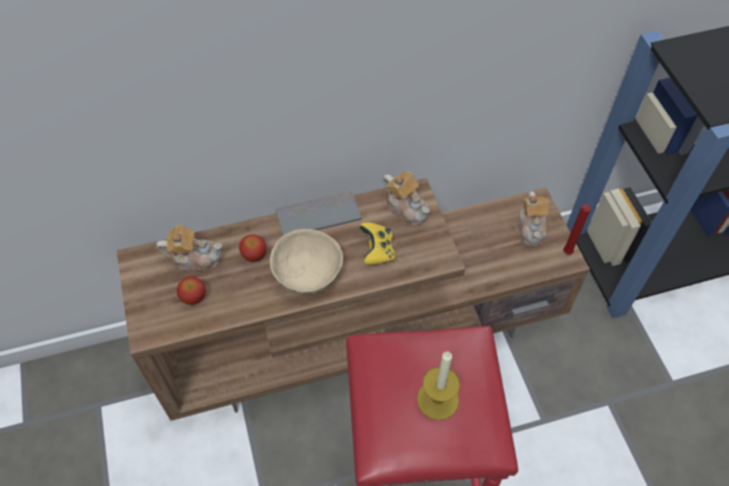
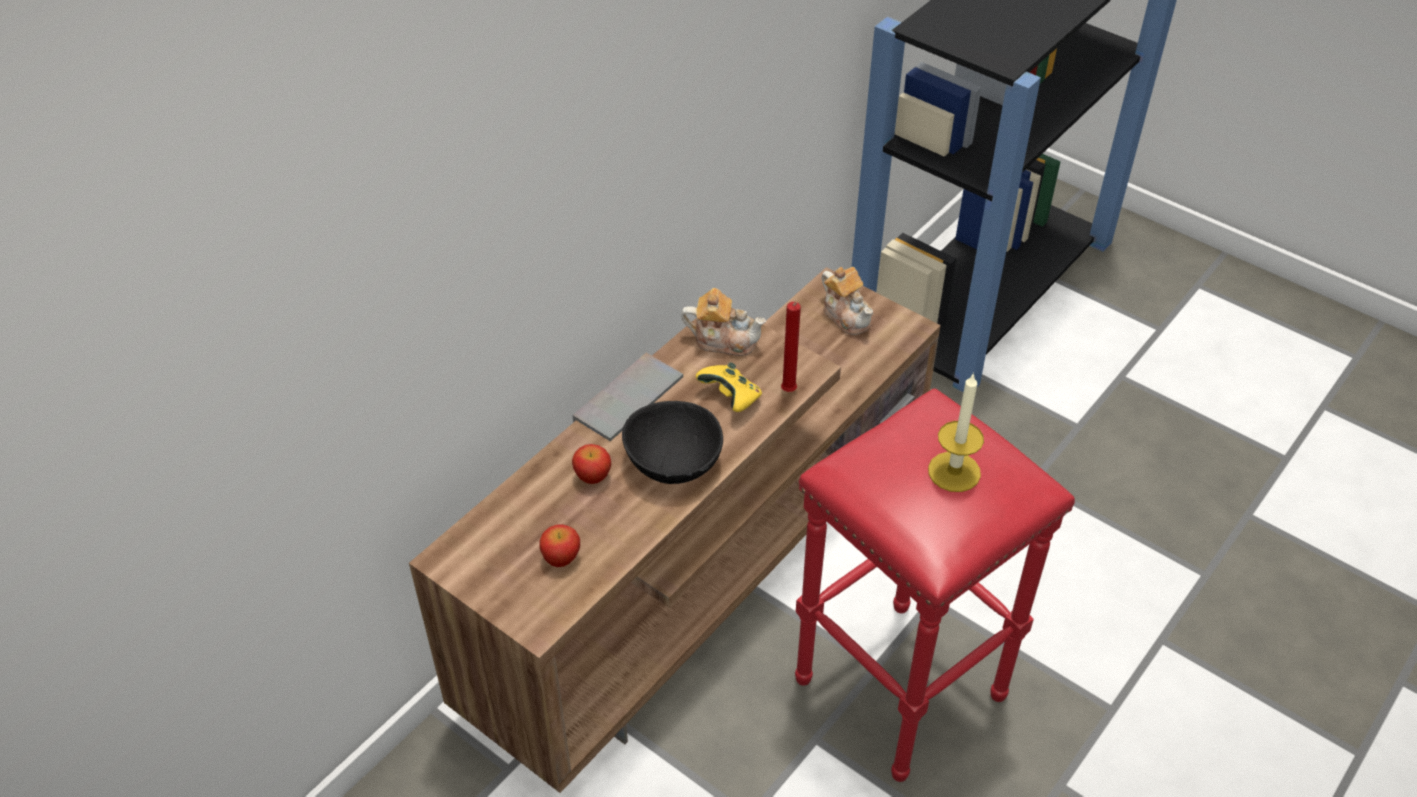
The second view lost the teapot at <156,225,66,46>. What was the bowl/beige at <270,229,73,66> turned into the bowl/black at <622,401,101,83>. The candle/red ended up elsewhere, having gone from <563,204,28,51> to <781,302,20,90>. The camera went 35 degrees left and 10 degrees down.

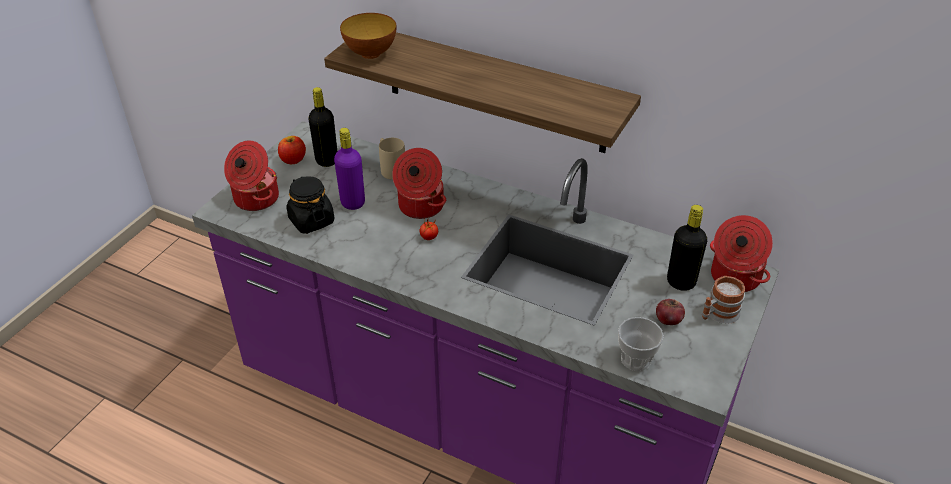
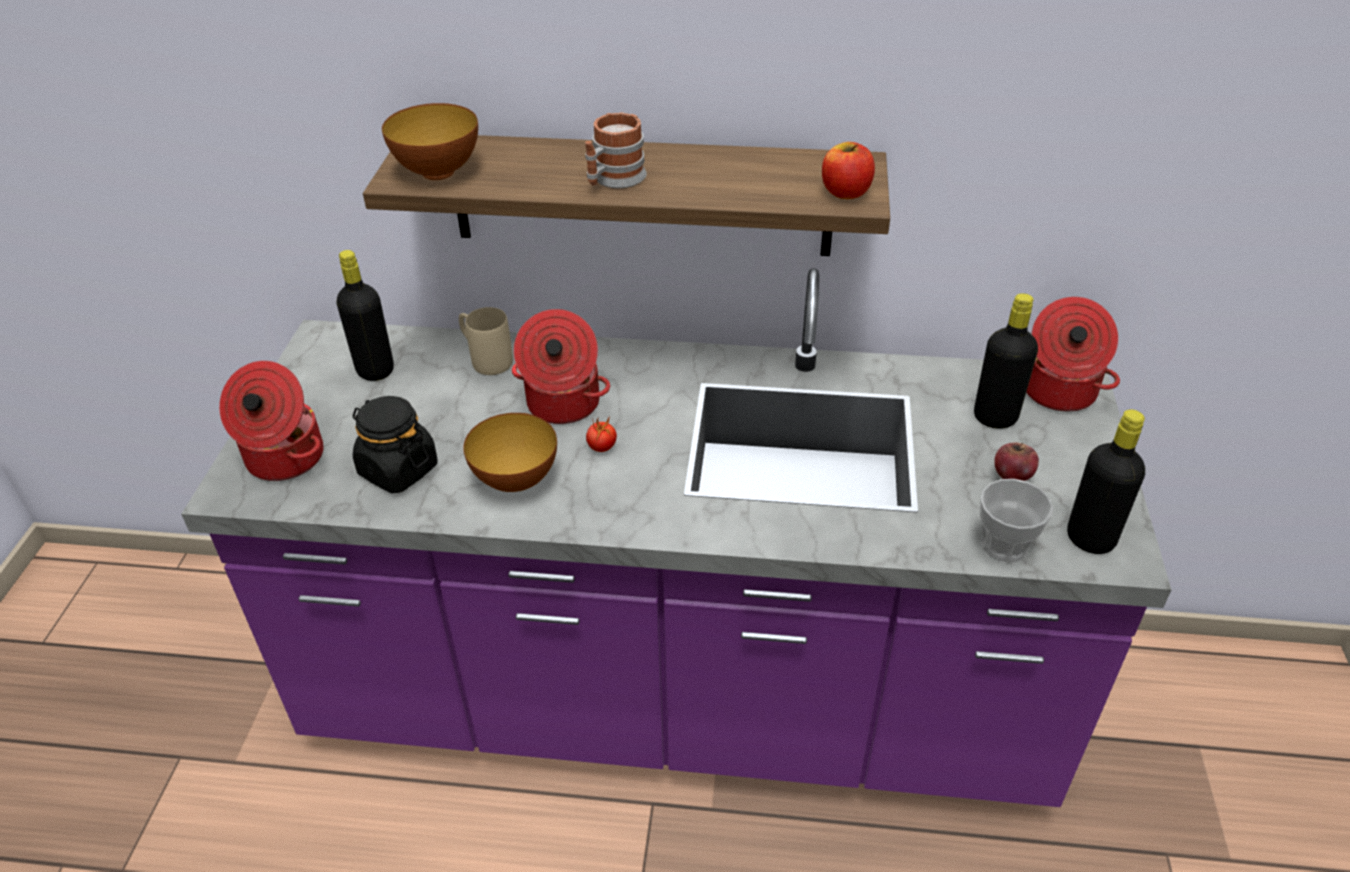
The apple ended up elsewhere, having gone from <278,136,28,28> to <822,142,53,57>. The second view lost the bottle/purple at <334,128,31,82>. The mug ended up elsewhere, having gone from <702,276,43,48> to <585,112,62,76>. The second view gained the bowl at <463,413,94,79>. The second view gained the bottle/black at <1067,409,78,145>. The camera went 20 degrees left and 0 degrees up.

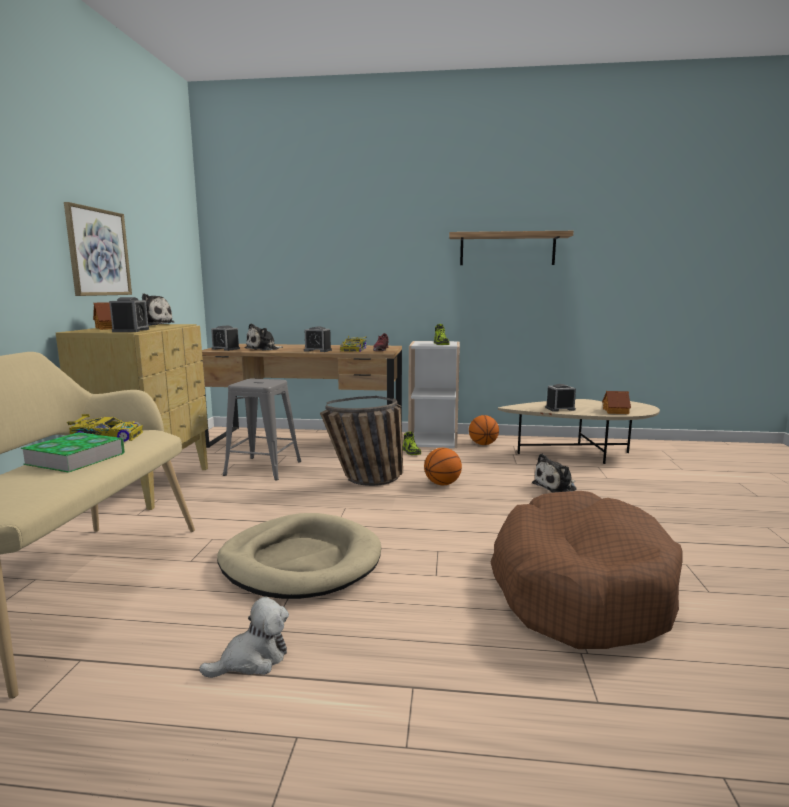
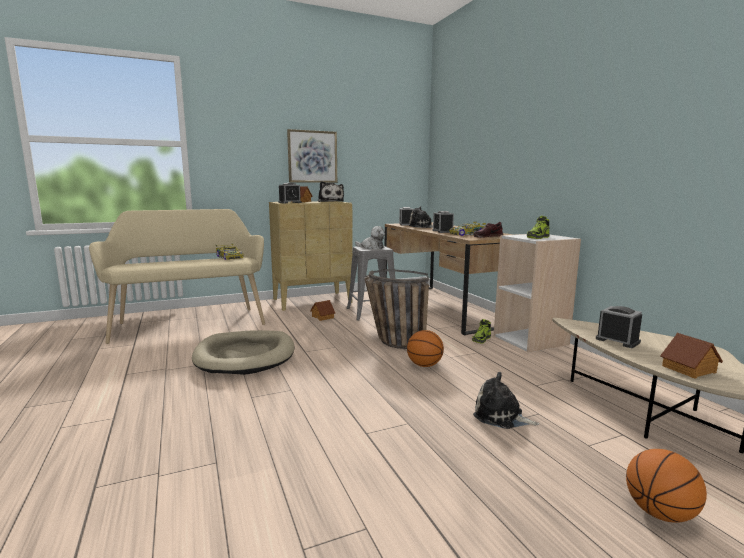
The second view lost the book at <21,432,104,41>. The plush toy ended up elsewhere, having gone from <199,597,90,81> to <355,226,30,23>. The second view lost the shelf at <449,231,124,34>. The basketball ended up elsewhere, having gone from <469,415,30,30> to <626,449,81,74>. The second view lost the dog bed/brown at <490,491,193,158>. The second view gained the toy house at <310,300,25,21>. The camera went 60 degrees right and 0 degrees up.

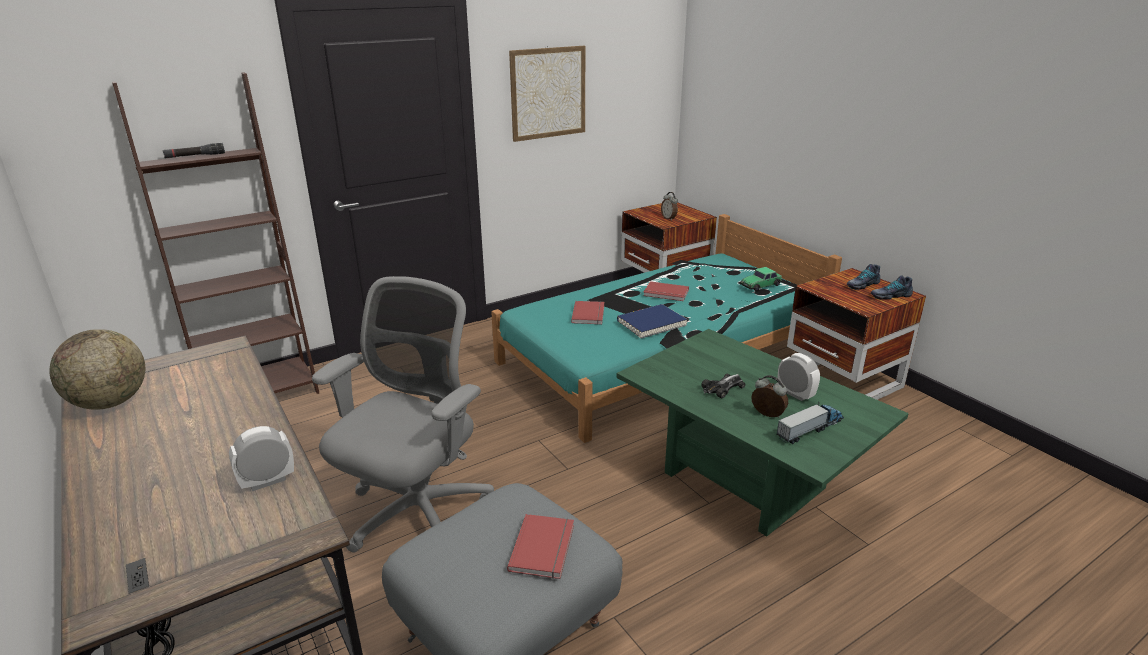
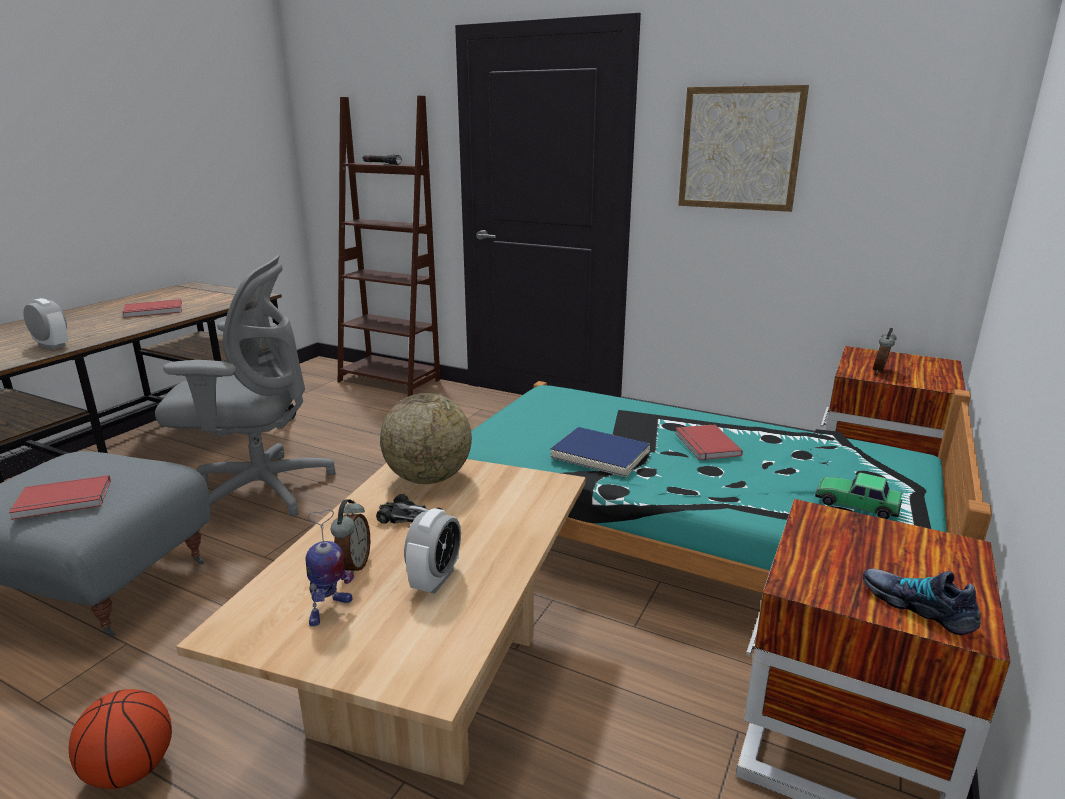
The globe ended up elsewhere, having gone from <49,329,96,81> to <380,393,92,91>. The book/red ended up elsewhere, having gone from <571,301,33,24> to <122,299,60,19>. What was the coffee table/green at <616,329,293,208> turned into the coffee table/beige at <176,459,410,326>. Where the toy truck stood at <777,402,67,42>, the toy robot came to stand at <305,509,49,118>. The second view lost the shoe at <847,264,33,26>. The second view gained the basketball at <69,689,103,100>. The camera went 60 degrees right and 5 degrees down.

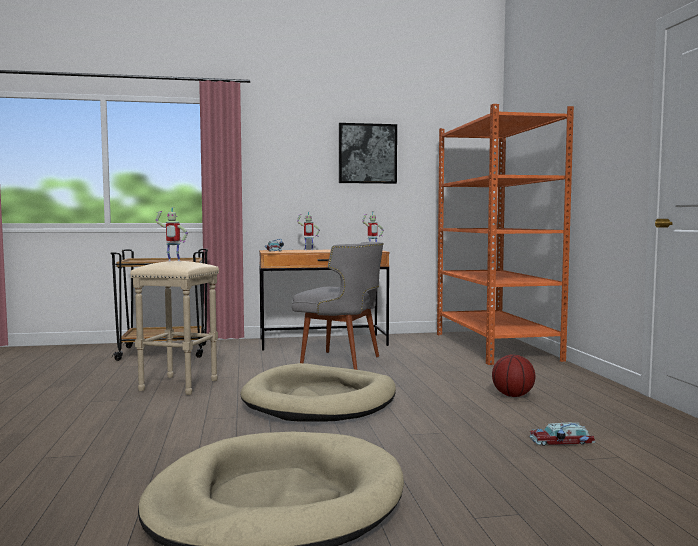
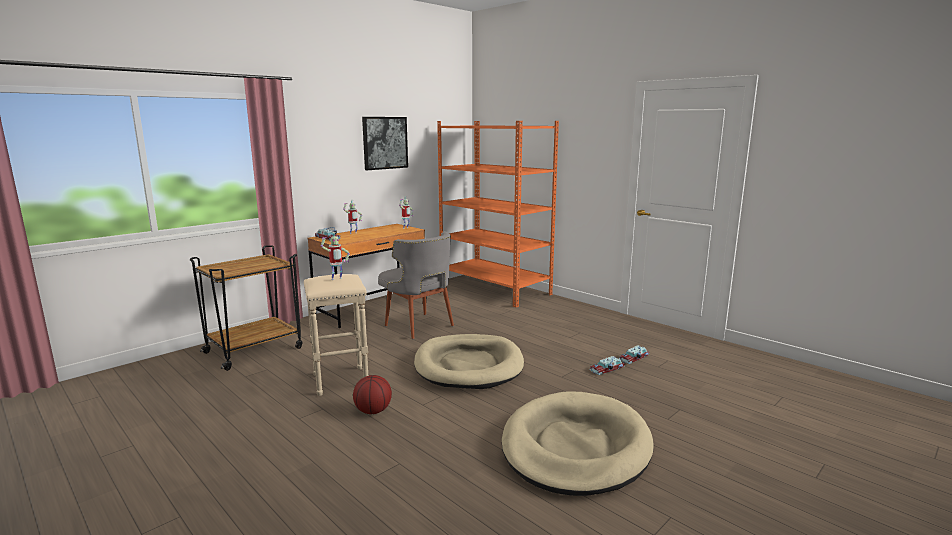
The chair/grey at <292,242,91,128> ended up facing another way, 60 degrees clockwise from before. The basketball ended up elsewhere, having gone from <492,354,43,43> to <353,375,39,39>. The second view gained the toy car at <589,356,36,19>. The camera went 35 degrees left and 10 degrees up.

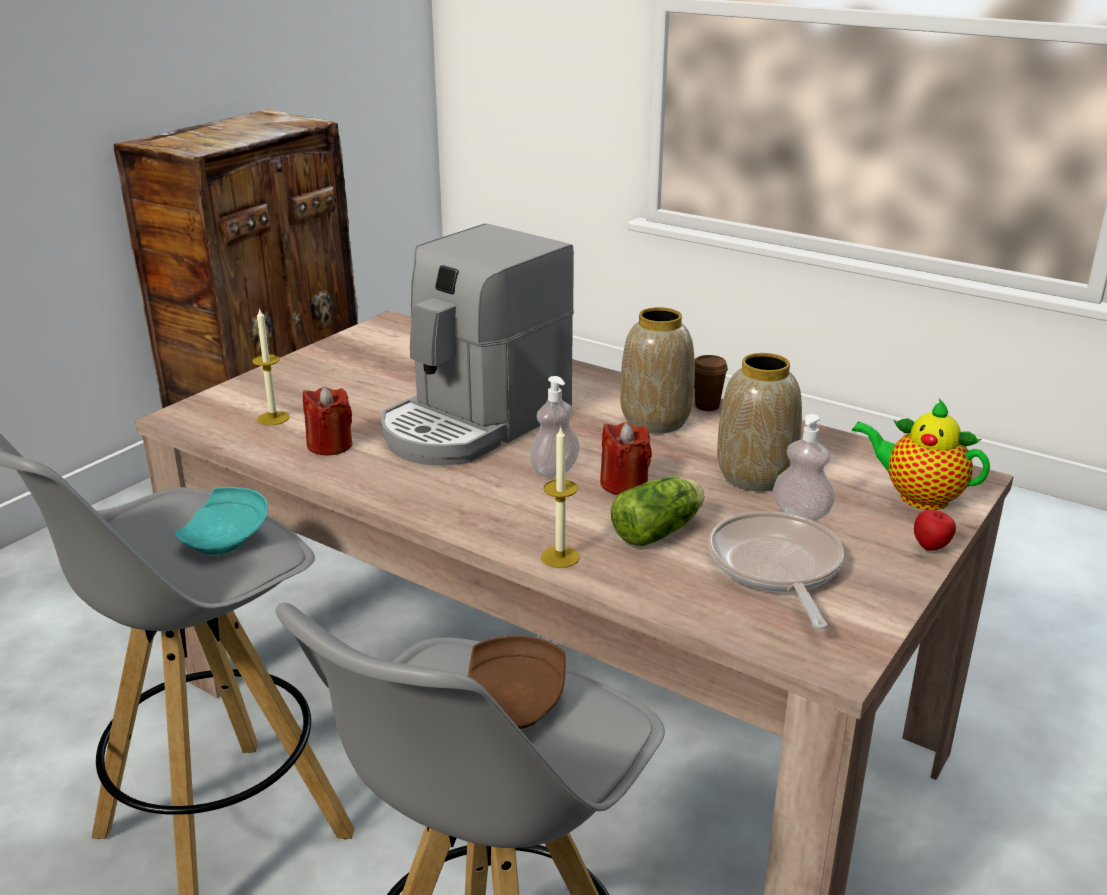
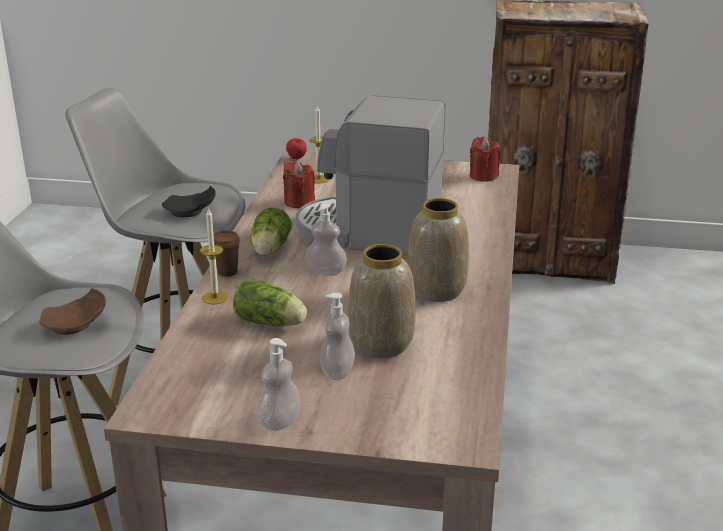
What was the plate/turquoise at <175,487,93,68> turned into the plate/black at <162,186,54,31>. The candle/red ended up elsewhere, having gone from <600,422,52,73> to <470,137,30,45>. The cup/brown ended up elsewhere, having gone from <694,355,34,56> to <213,230,27,47>. The second view lost the frying pan at <709,511,135,118>. The second view lost the teapot at <852,399,138,111>. The apple ended up elsewhere, having gone from <914,510,42,41> to <286,138,21,21>. The second view gained the lettuce at <250,207,42,49>. The second view gained the soap dispenser at <257,338,43,93>. The camera went 65 degrees right and 0 degrees up.

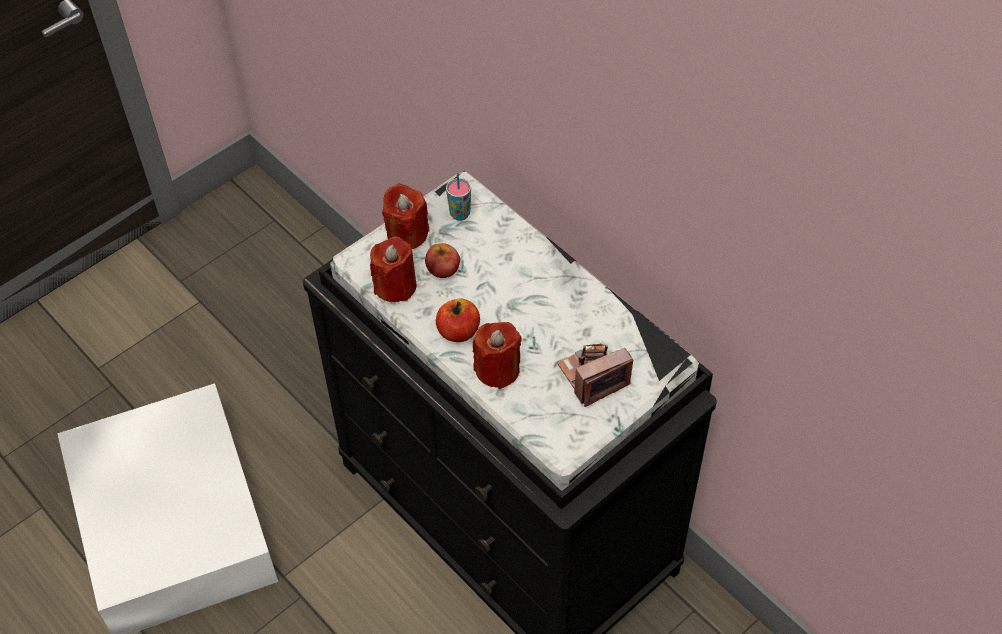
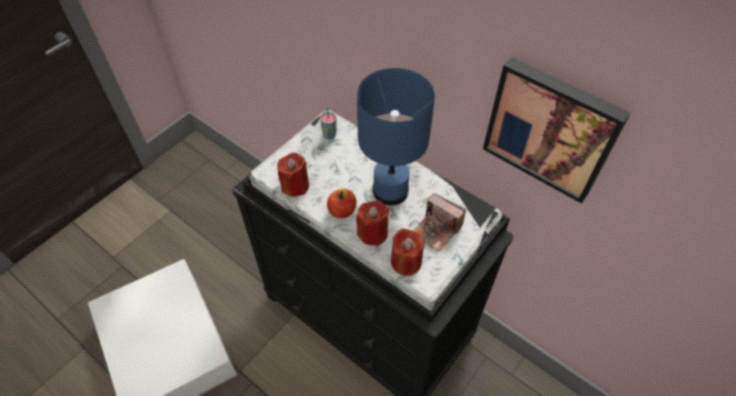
The candle/red ended up elsewhere, having gone from <382,183,47,66> to <391,228,34,48>. The second view lost the apple at <425,243,35,35>. The photo camera at <557,343,76,64> ended up facing another way, 105 degrees counterclockwise from before. The second view gained the table lamp/blue at <357,68,78,137>. The second view gained the picture at <483,57,148,147>. The camera went 10 degrees left and 0 degrees up.

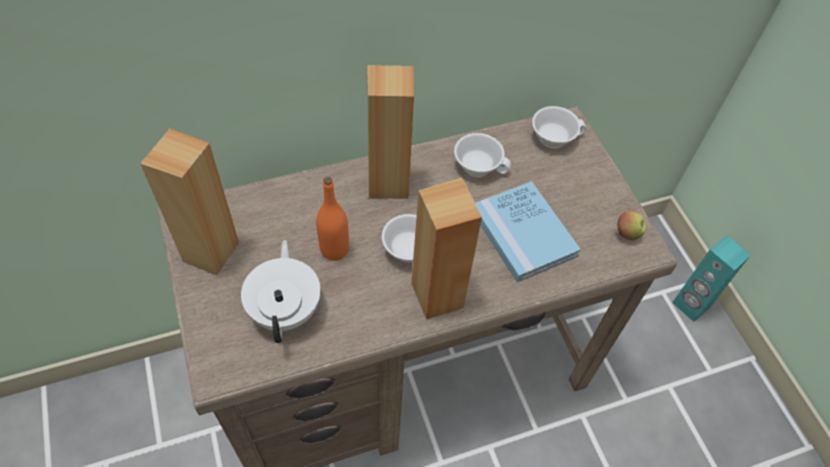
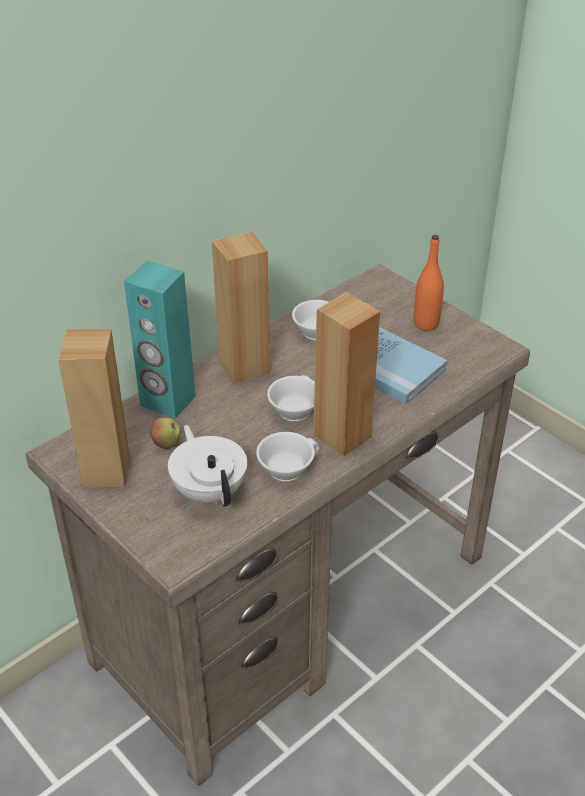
The bottle/orange ended up elsewhere, having gone from <316,177,33,84> to <414,235,30,96>. The cup/white ended up elsewhere, having gone from <532,106,55,43> to <256,432,64,49>. The apple ended up elsewhere, having gone from <617,211,29,29> to <150,417,30,32>. The speaker/turquoise ended up elsewhere, having gone from <672,235,79,87> to <124,261,72,157>. The camera went 20 degrees left and 15 degrees down.

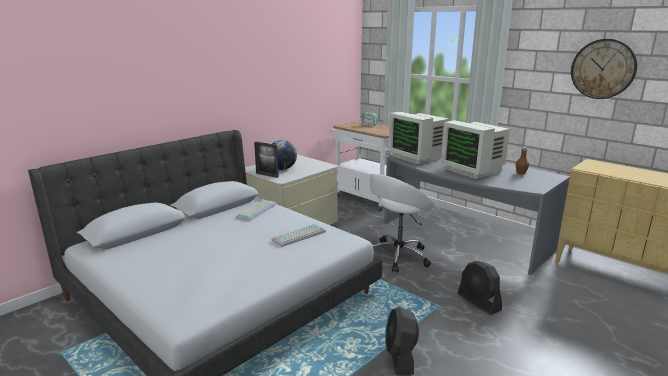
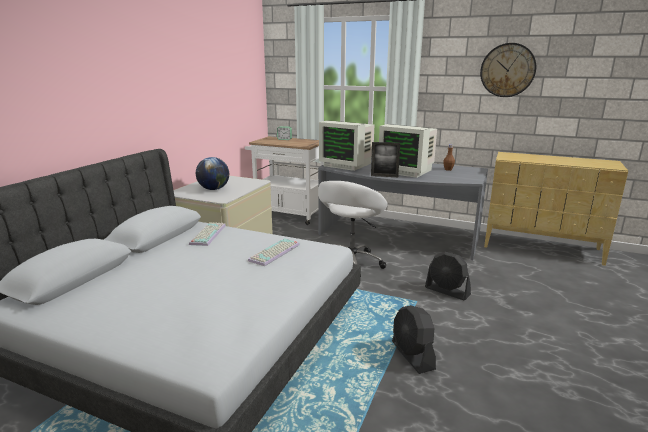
The picture frame ended up elsewhere, having gone from <254,142,25,36> to <371,142,29,35>. The camera went 20 degrees left and 0 degrees up.

